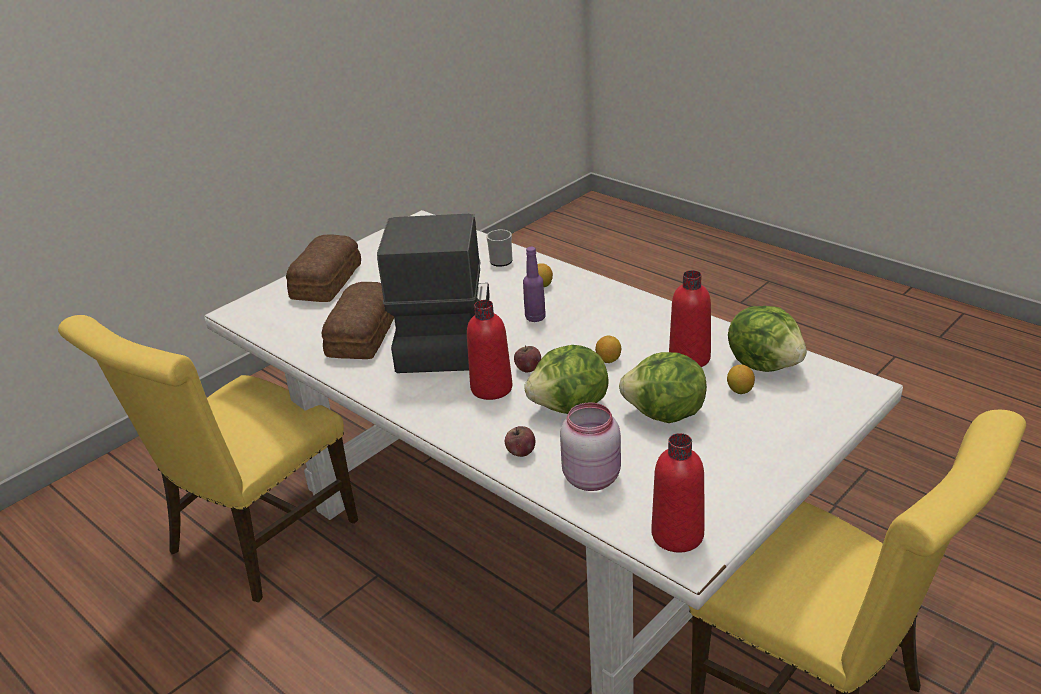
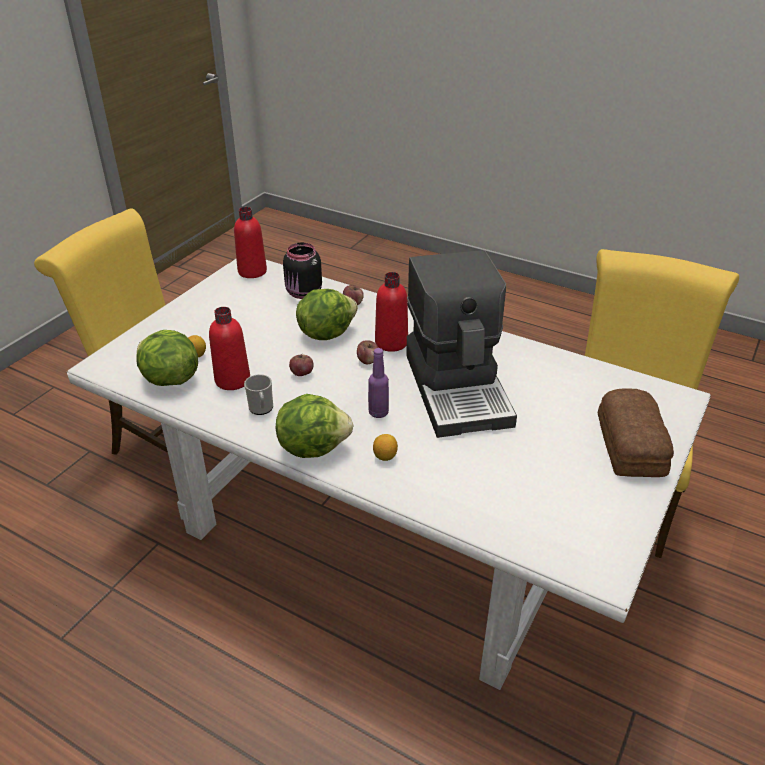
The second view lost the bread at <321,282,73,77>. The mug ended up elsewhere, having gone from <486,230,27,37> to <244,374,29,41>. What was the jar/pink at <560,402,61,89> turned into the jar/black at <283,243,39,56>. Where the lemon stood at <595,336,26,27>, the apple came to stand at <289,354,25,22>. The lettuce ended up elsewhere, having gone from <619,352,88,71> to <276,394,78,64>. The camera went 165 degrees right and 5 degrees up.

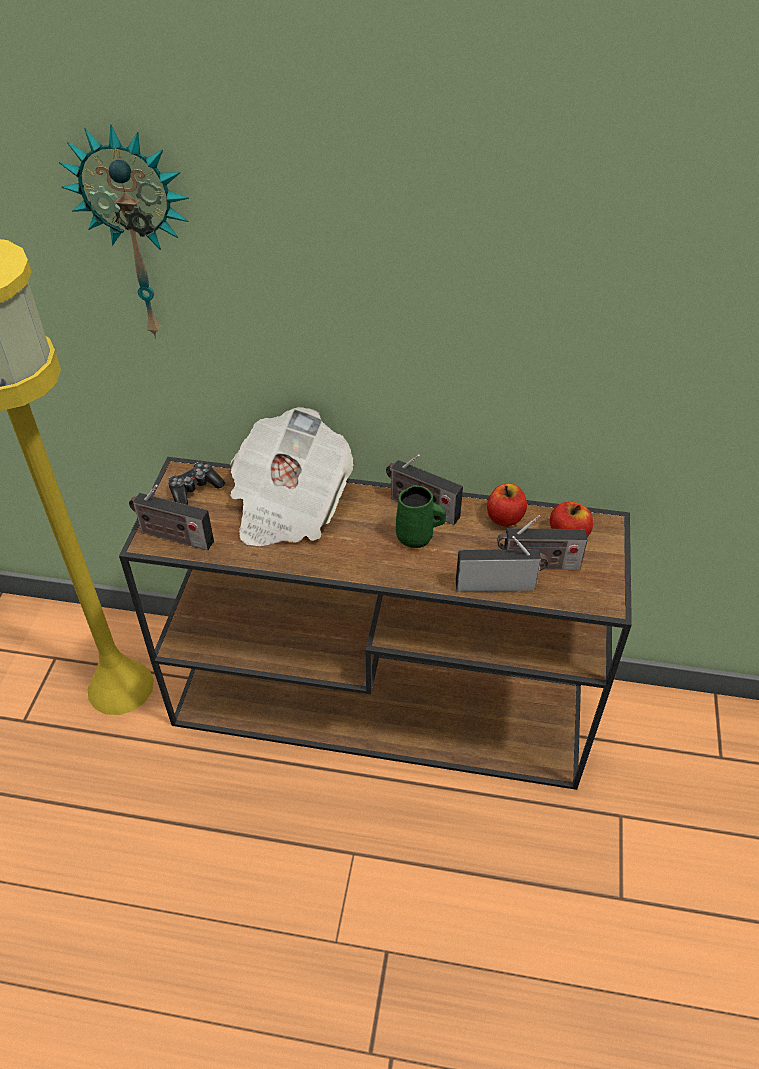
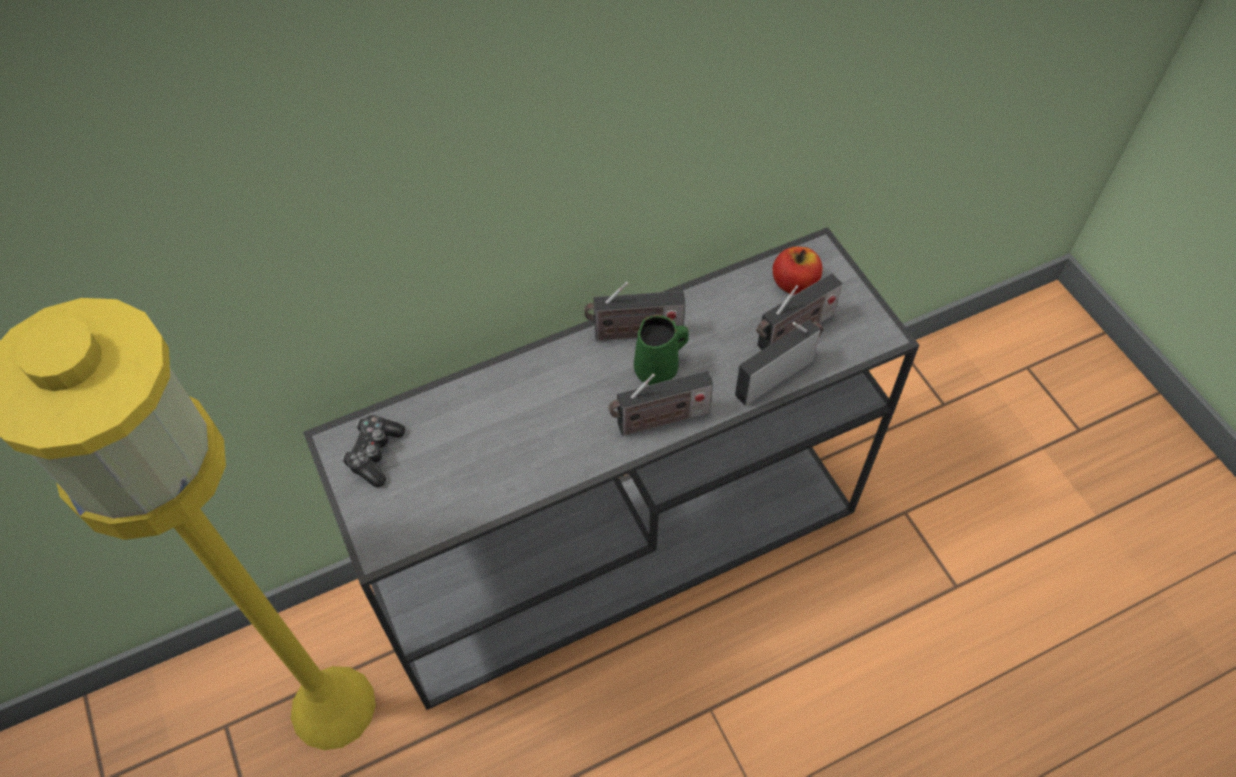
The second view lost the wall clock at <59,124,130,215>. What was the console table/brown at <119,457,513,333> turned into the console table/grey at <303,227,616,483>. The radio ended up elsewhere, having gone from <129,485,85,65> to <608,371,105,65>. The second view lost the newspaper at <230,407,124,139>. The second view lost the apple at <487,484,40,43>. The camera went 35 degrees left and 10 degrees up.

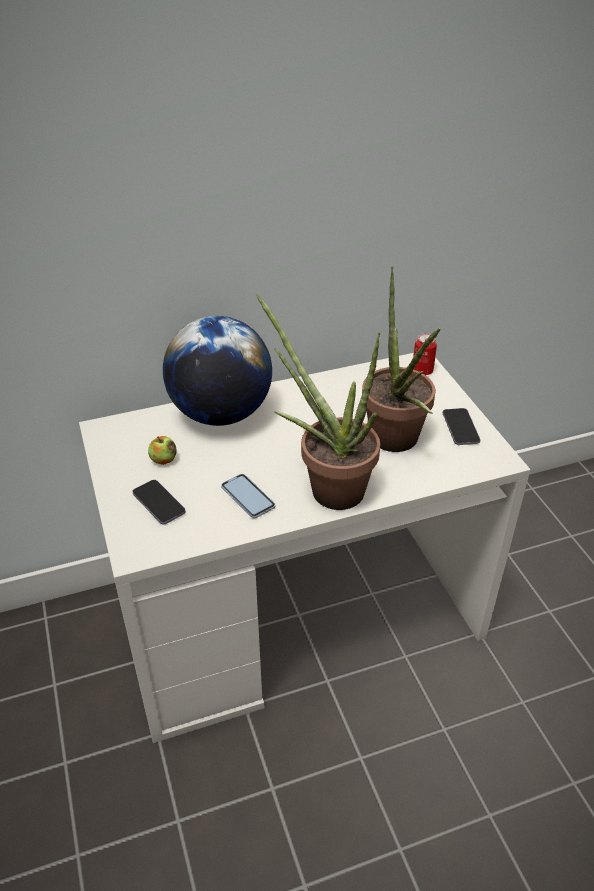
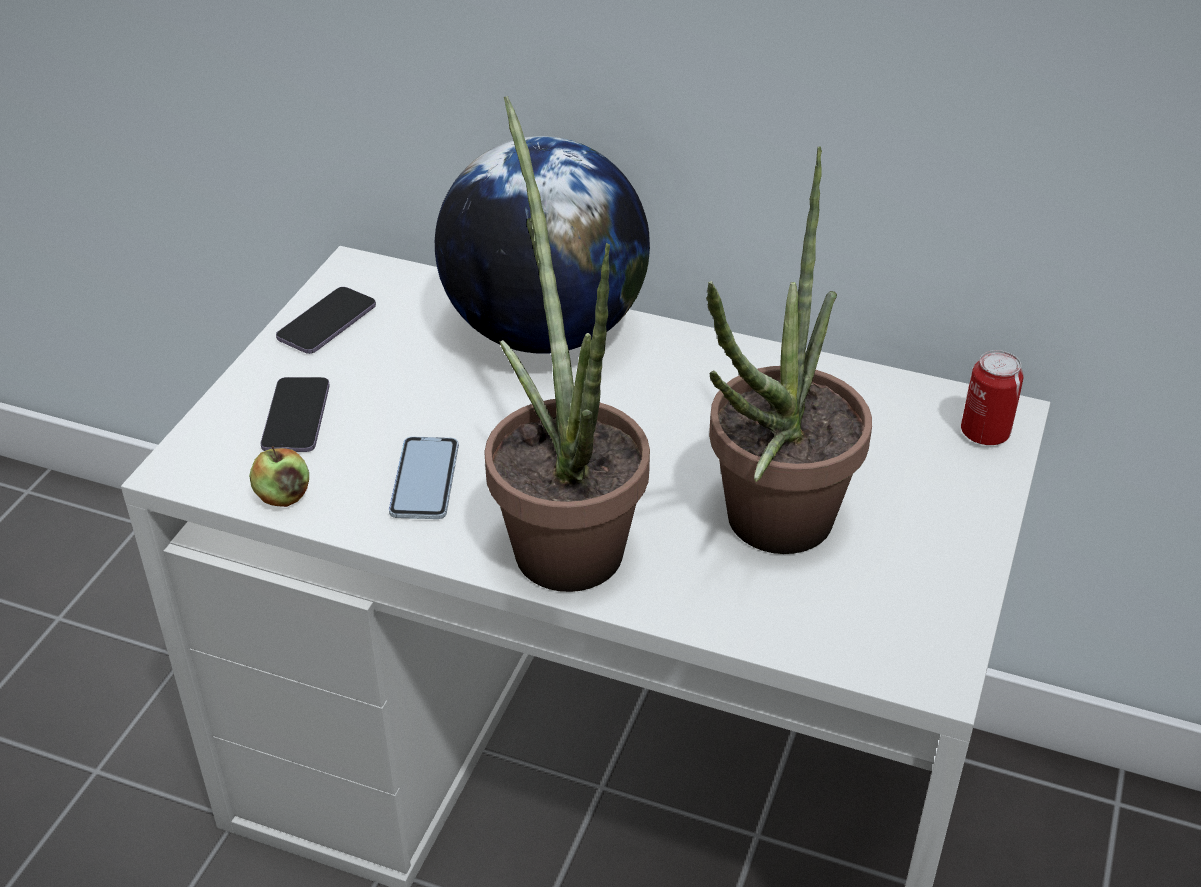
The apple ended up elsewhere, having gone from <148,436,29,29> to <249,446,60,61>. The phone ended up elsewhere, having gone from <443,408,37,37> to <276,287,100,67>. The camera went 40 degrees right and 0 degrees up.

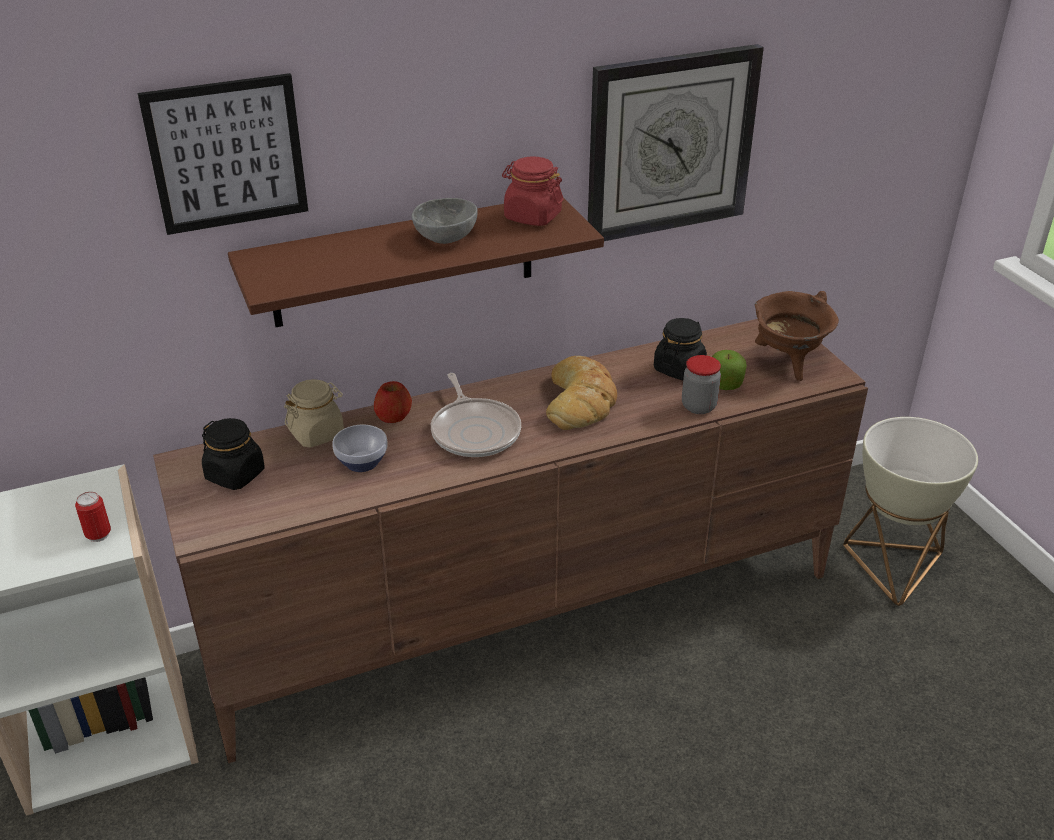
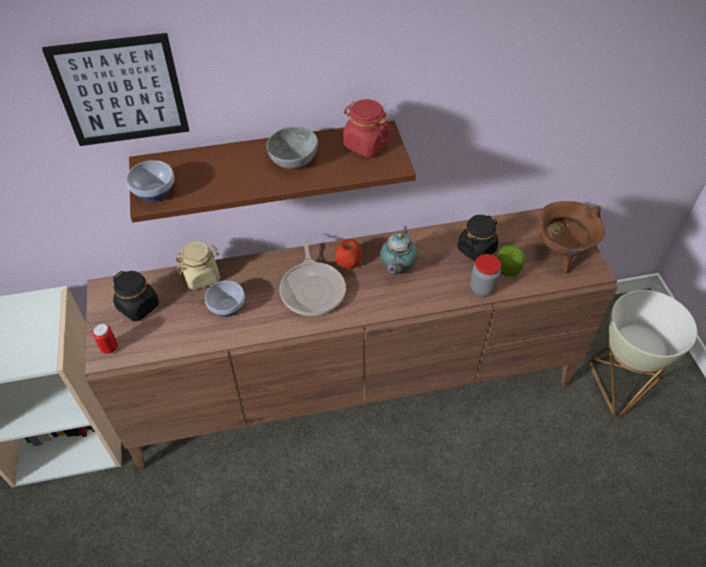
The can ended up elsewhere, having gone from <75,492,36,50> to <92,323,26,31>. The apple ended up elsewhere, having gone from <374,381,38,42> to <335,239,28,30>. Where the bread stood at <546,356,71,74>, the teapot came to stand at <380,226,37,49>. The second view lost the wall clock at <588,44,176,197>. The second view gained the bowl at <126,160,48,42>. The camera went 10 degrees right and 15 degrees up.

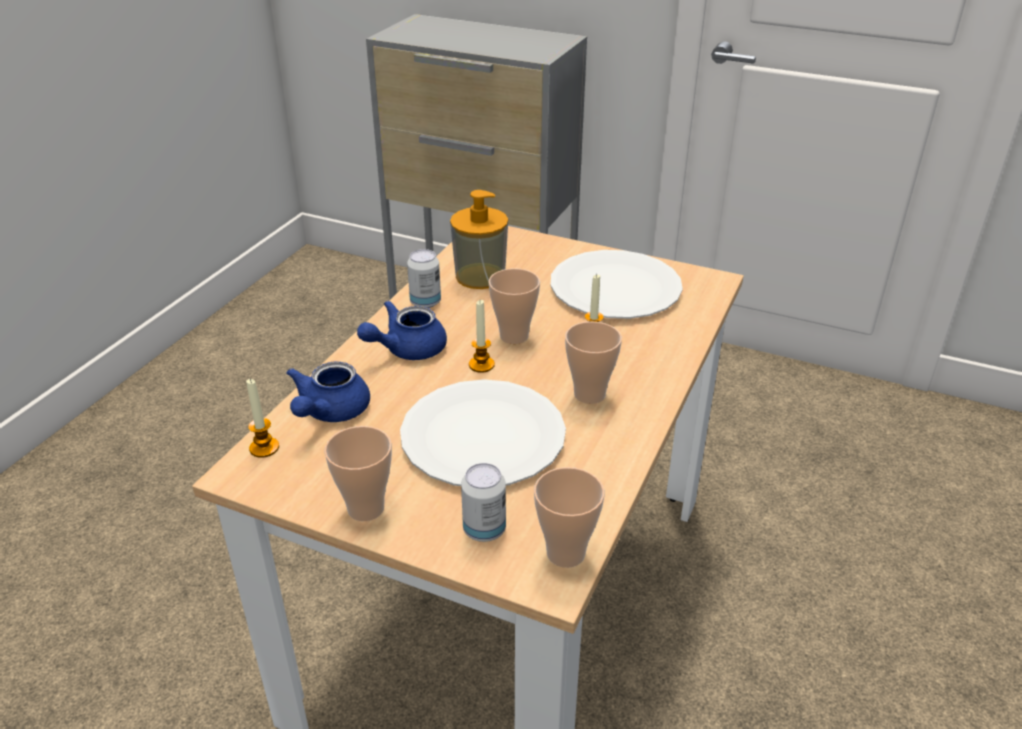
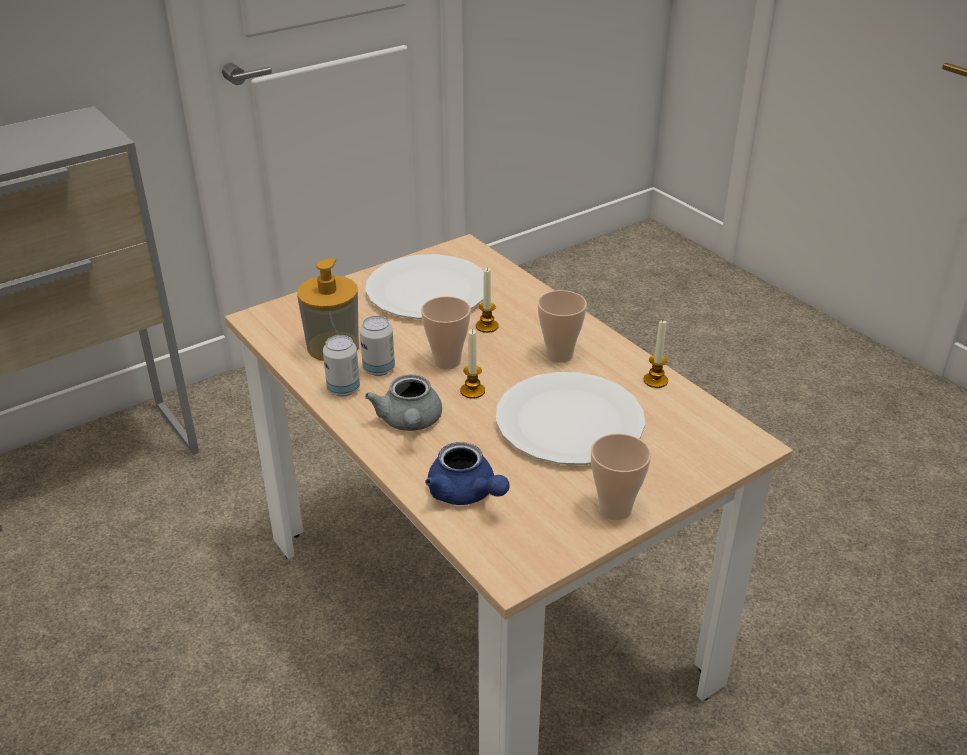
The candle ended up elsewhere, having gone from <246,379,33,79> to <643,320,25,68>. What was the teapot/blue at <357,300,90,60> turned into the teapot/grey at <365,375,77,56>. The can ended up elsewhere, having gone from <461,463,45,79> to <360,316,35,60>. The second view lost the cup at <534,467,70,101>. The camera went 60 degrees left and 0 degrees up.

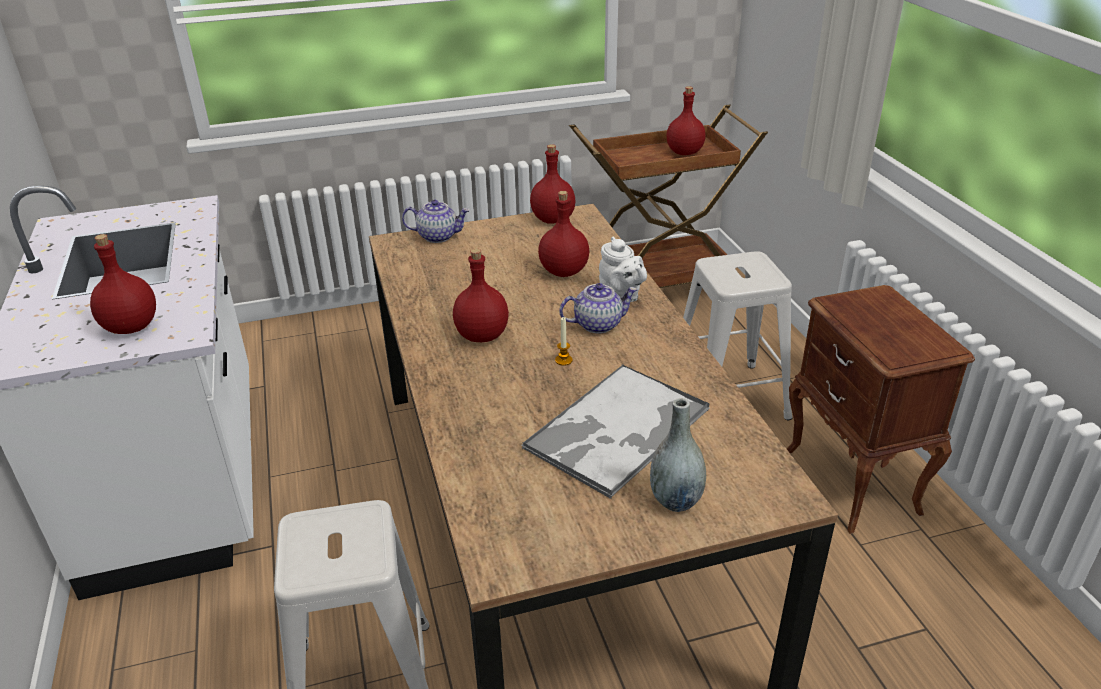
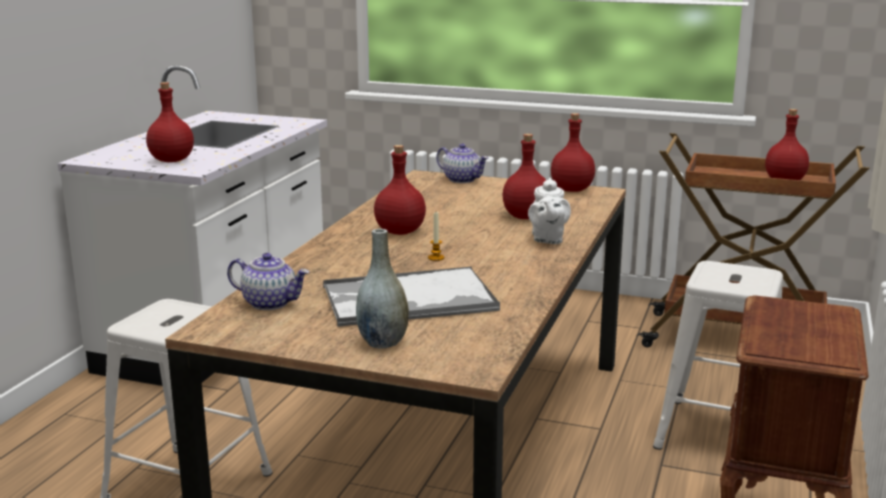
The teapot ended up elsewhere, having gone from <559,283,79,50> to <227,253,82,57>. The camera went 35 degrees right and 15 degrees down.

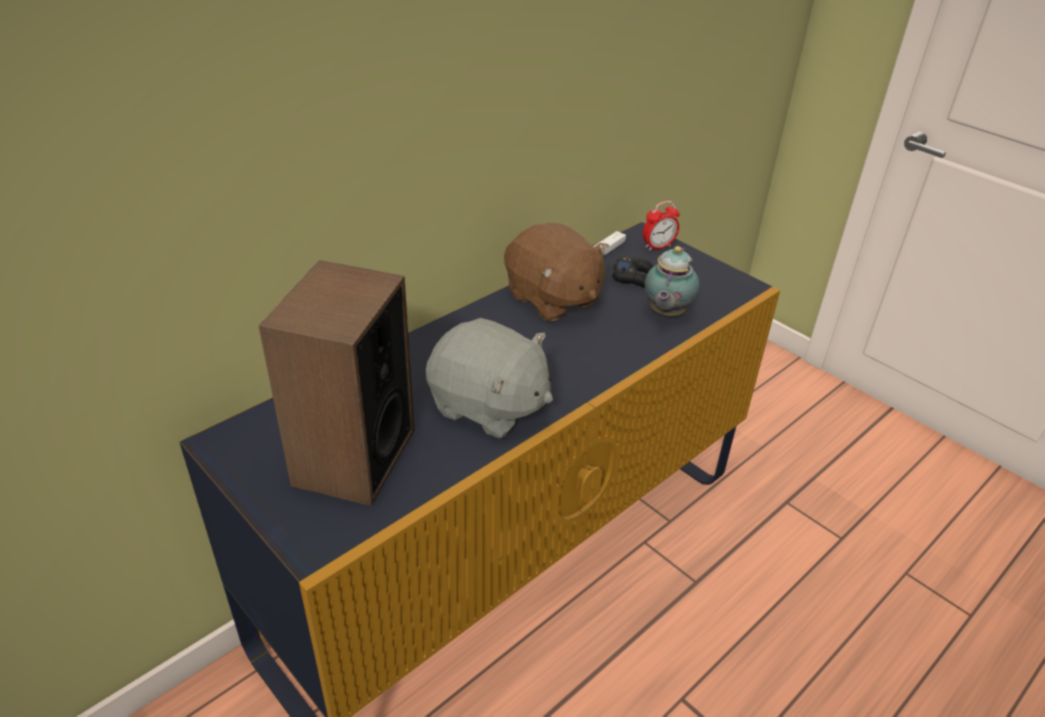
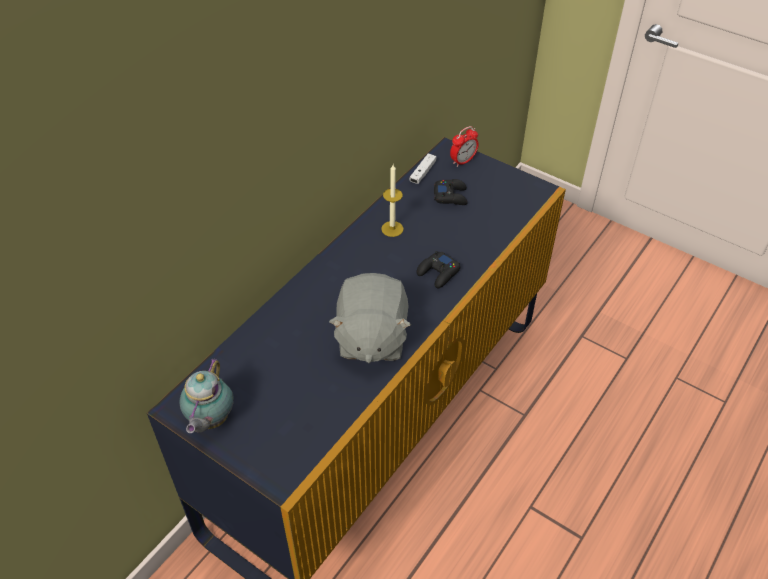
The second view lost the speaker at <259,260,156,246>. The plush toy/grey at <426,318,127,120> ended up facing another way, 75 degrees clockwise from before. Where the plush toy/brown stood at <504,223,105,98>, the candle came to stand at <381,165,23,72>. The teapot ended up elsewhere, having gone from <645,246,55,70> to <180,358,54,75>. The second view gained the game controller/black at <416,251,44,37>. The camera went 10 degrees left and 10 degrees up.

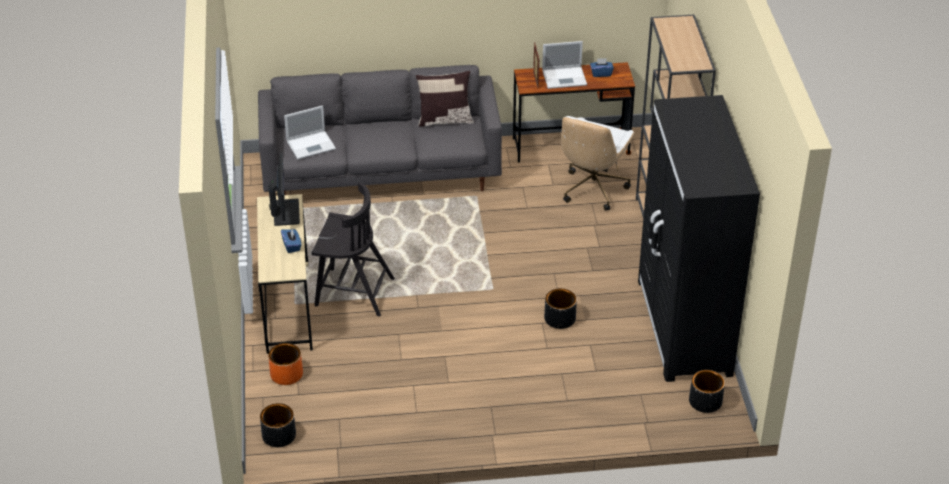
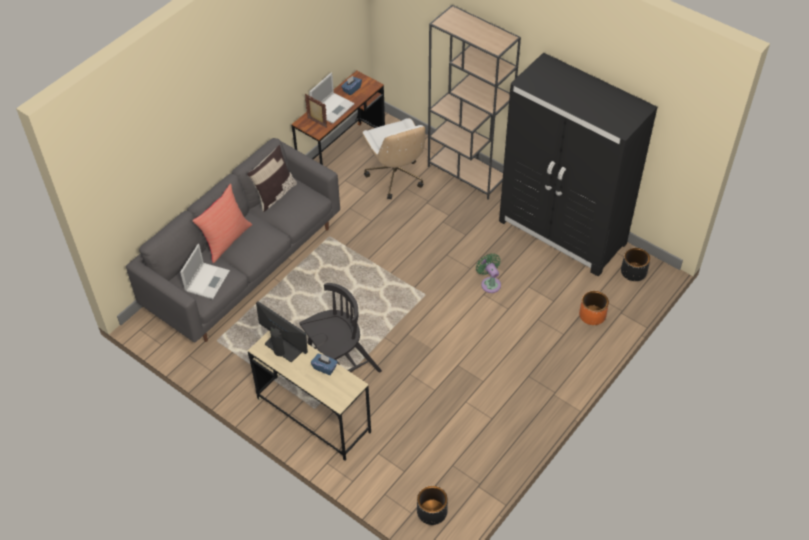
The planter/orange ended up elsewhere, having gone from <268,343,35,42> to <579,291,30,34>. Where the planter/black stood at <544,288,33,41>, the fan/green came to stand at <476,254,25,39>. The second view gained the pillow/red at <193,184,59,79>. The camera went 45 degrees left and 10 degrees up.

